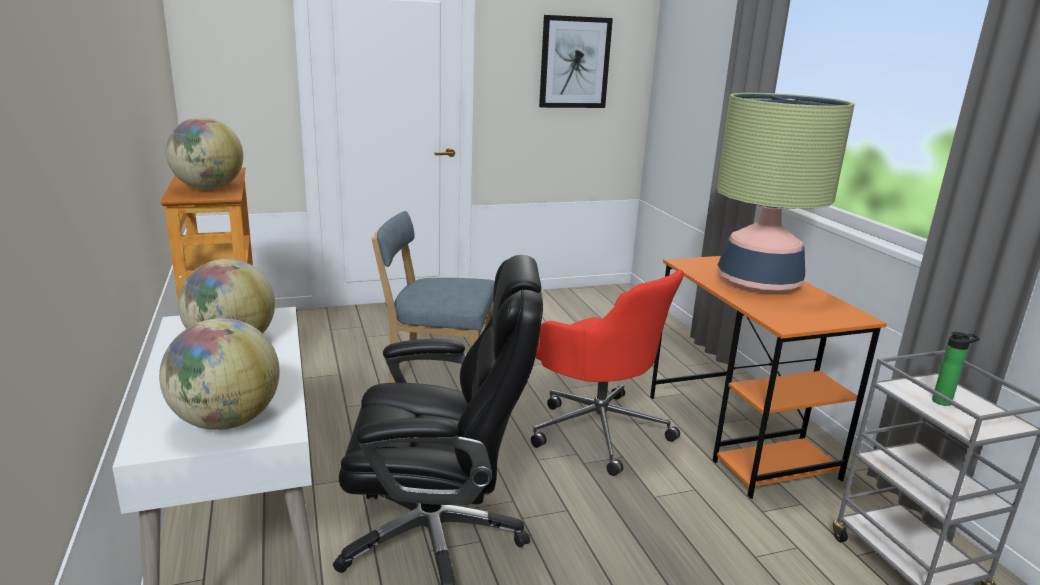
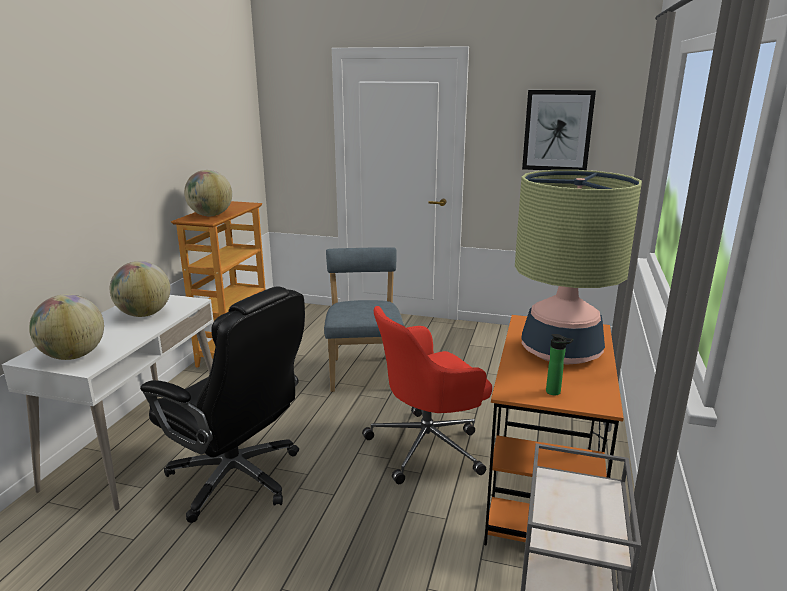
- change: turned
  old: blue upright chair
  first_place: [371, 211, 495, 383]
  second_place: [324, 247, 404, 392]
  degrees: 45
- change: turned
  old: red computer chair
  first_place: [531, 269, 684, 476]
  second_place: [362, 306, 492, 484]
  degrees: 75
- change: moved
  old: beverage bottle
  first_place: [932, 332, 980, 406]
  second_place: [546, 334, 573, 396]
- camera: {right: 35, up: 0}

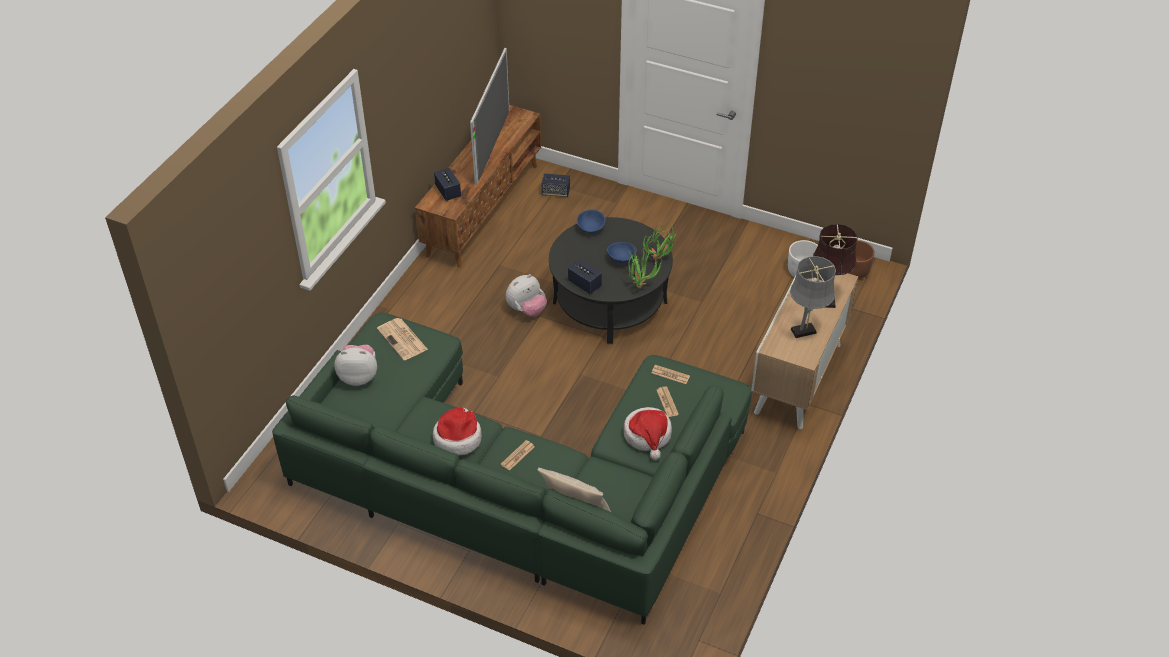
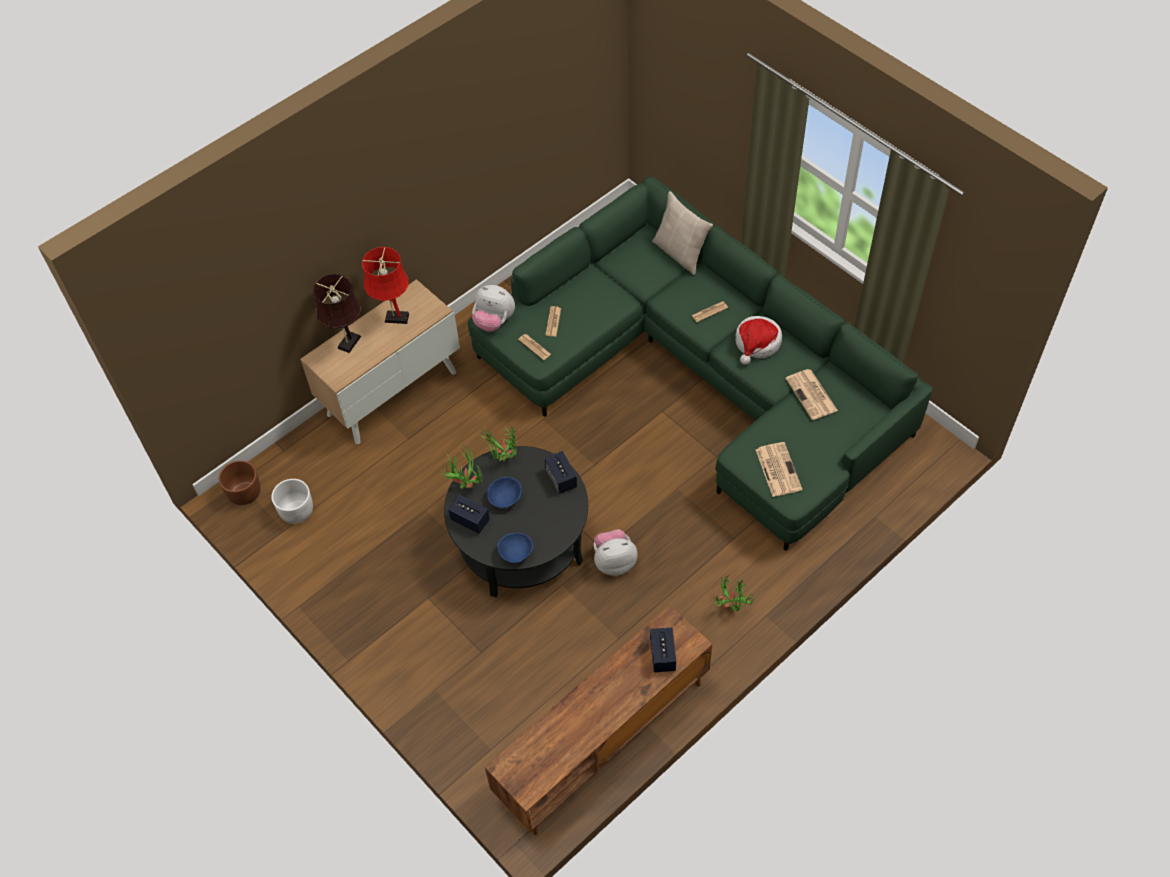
- change: removed
  old: television
  first_place: [470, 48, 509, 185]
- change: moved
  old: speaker
  first_place: [542, 173, 570, 197]
  second_place: [448, 495, 490, 534]
- change: recoloured
  old: greyish lamp for a table
  new: red lamp for a table
  first_place: [790, 256, 836, 338]
  second_place: [362, 247, 409, 324]
- change: moved
  old: soft toy
  first_place: [334, 345, 377, 386]
  second_place: [472, 285, 515, 332]
- change: removed
  old: wearable hat
  first_place: [624, 407, 672, 460]
- change: added
  new: daily paper
  second_place: [785, 369, 838, 420]
- change: added
  new: houseplant
  second_place: [714, 575, 756, 611]
- camera: {right: -155, up: 10}

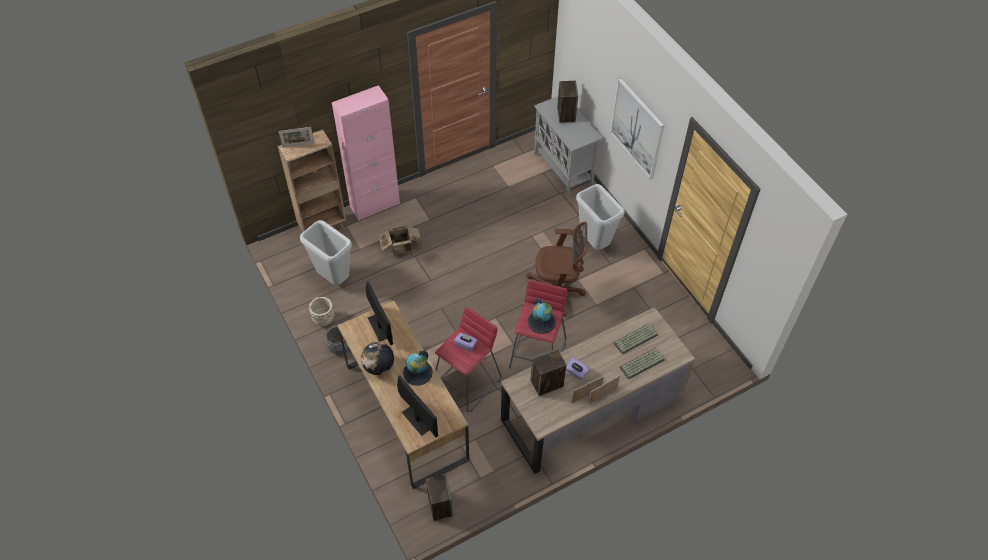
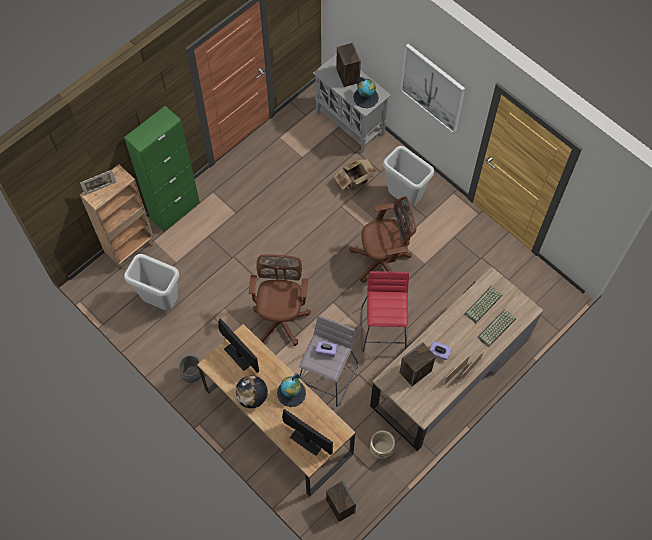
- change: recoloured
  old: pink cabinet
  new: green cabinet
  first_place: [332, 85, 400, 221]
  second_place: [124, 106, 200, 232]
- change: moved
  old: packing box
  first_place: [379, 226, 422, 255]
  second_place: [334, 159, 377, 191]
- change: moved
  old: sand-coloured flower pot
  first_place: [309, 297, 334, 326]
  second_place: [370, 430, 395, 459]
- change: moved
  old: desk globe
  first_place: [528, 299, 556, 334]
  second_place: [353, 77, 379, 108]
- change: recoloured
  old: red stool
  new: greyish stool
  first_place: [435, 306, 502, 412]
  second_place: [299, 315, 358, 407]
- change: added
  new: brown-coloured computer chair
  second_place: [249, 254, 311, 346]
- camera: {right: -15, up: 10}

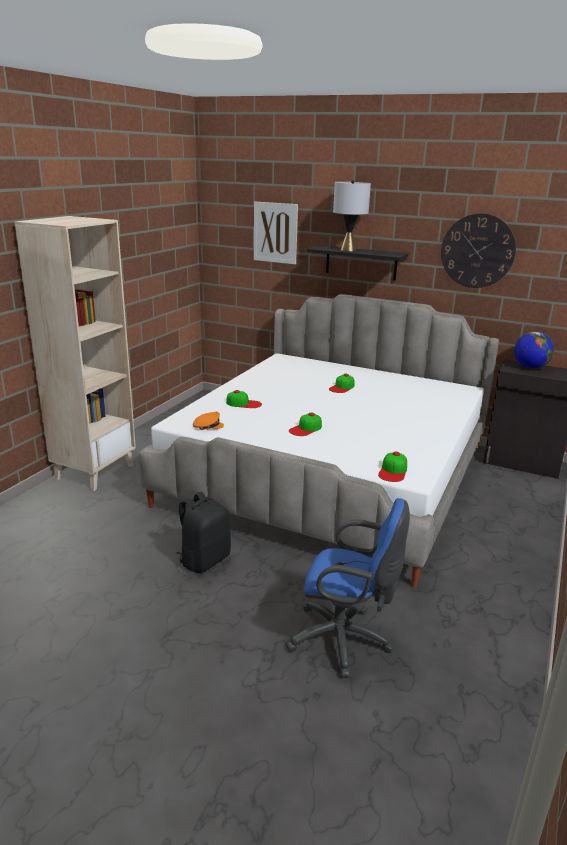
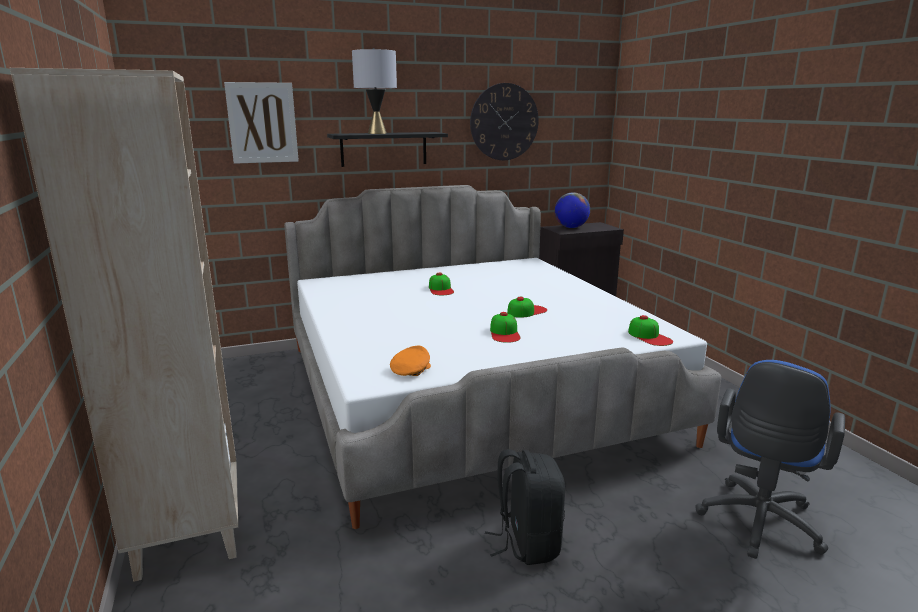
- change: moved
  old: baseball cap
  first_place: [226, 390, 262, 408]
  second_place: [507, 297, 547, 318]
- change: turned
  old: blue computer chair
  first_place: [286, 498, 410, 678]
  second_place: [695, 360, 845, 559]
  degrees: 150
- camera: {right: -45, up: -5}

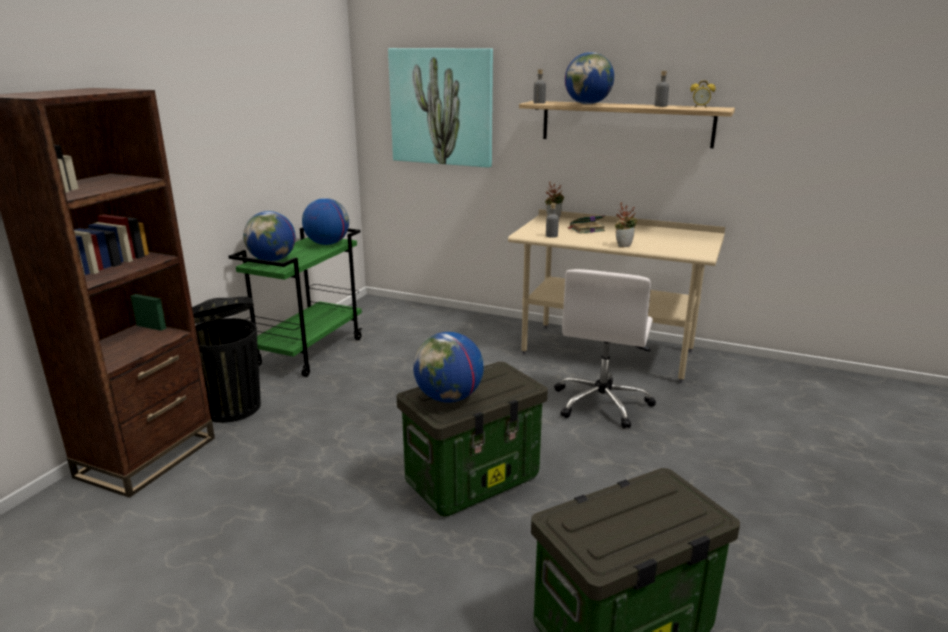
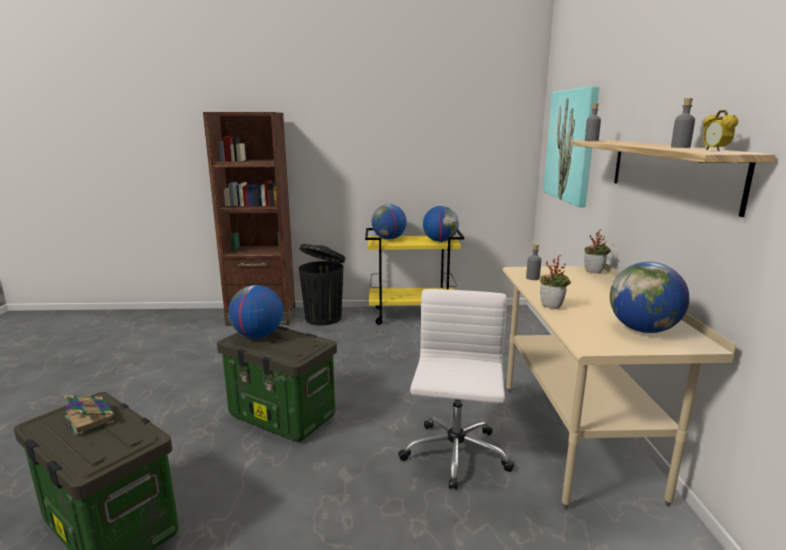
- change: moved
  old: desk globe
  first_place: [565, 52, 614, 104]
  second_place: [610, 262, 689, 333]
- change: moved
  old: book
  first_place: [567, 215, 605, 234]
  second_place: [64, 395, 116, 436]
- change: recoloured
  old: green wheeled cart
  new: yellow-coloured wheeled cart
  first_place: [229, 227, 363, 377]
  second_place: [365, 228, 464, 325]
- change: turned
  old: white computer chair
  first_place: [554, 269, 656, 428]
  second_place: [398, 289, 515, 490]
  degrees: 105
- camera: {right: 65, up: -5}

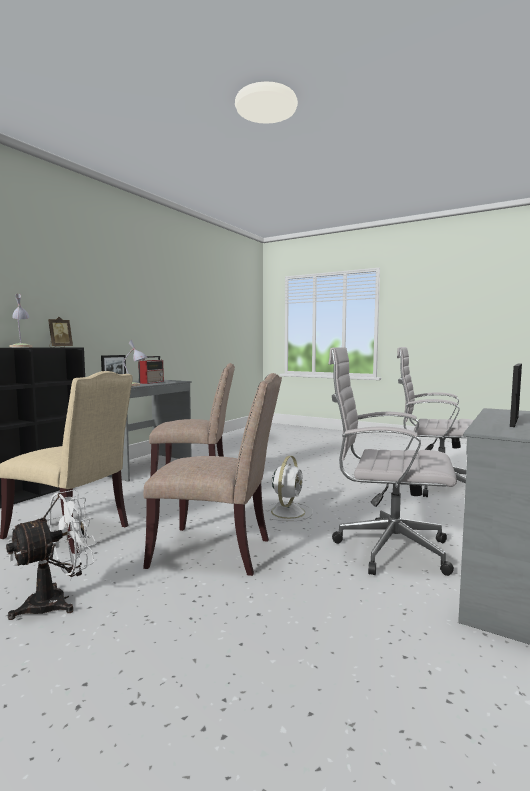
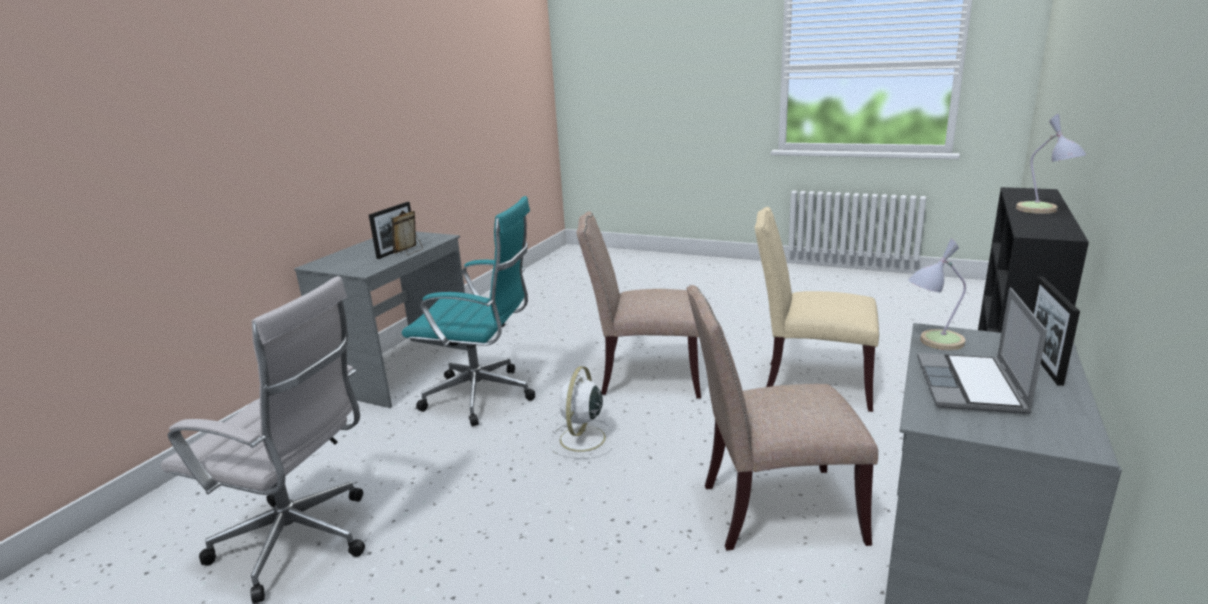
- change: moved
  old: photo frame
  first_place: [48, 317, 73, 346]
  second_place: [391, 210, 423, 255]
- change: recoloured
  old: white computer chair
  new: turquoise computer chair
  first_place: [329, 347, 457, 576]
  second_place: [402, 196, 535, 427]
- change: replaced
  old: radio
  new: laptop
  first_place: [138, 356, 164, 384]
  second_place: [917, 287, 1047, 414]
- change: removed
  old: white electric fan
  first_place: [6, 490, 96, 620]
- camera: {right: 175, up: 15}

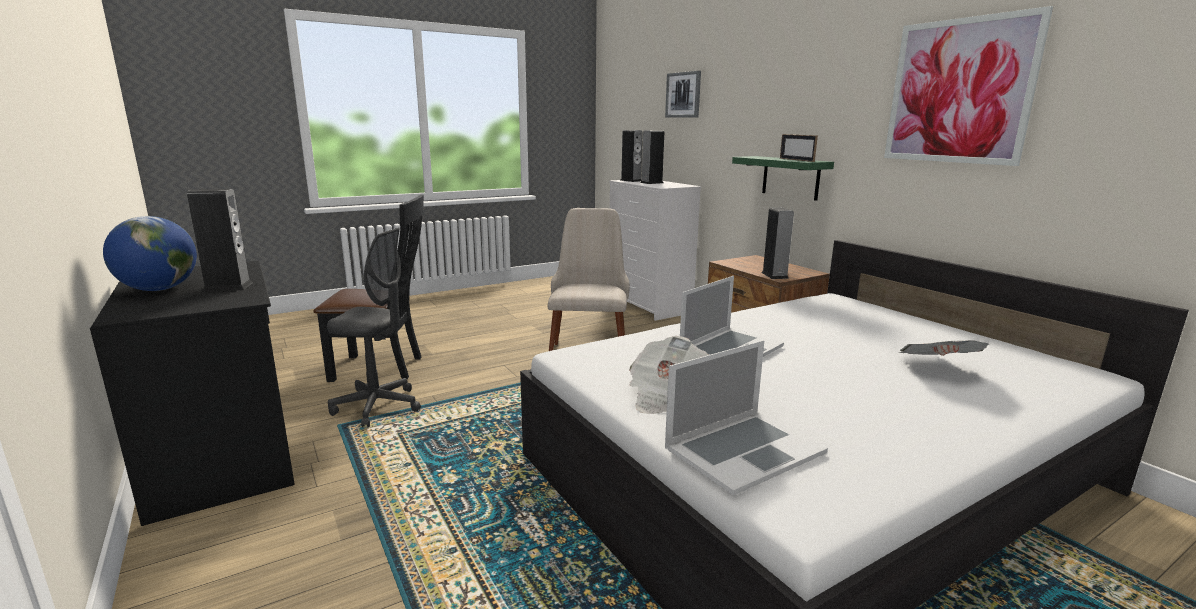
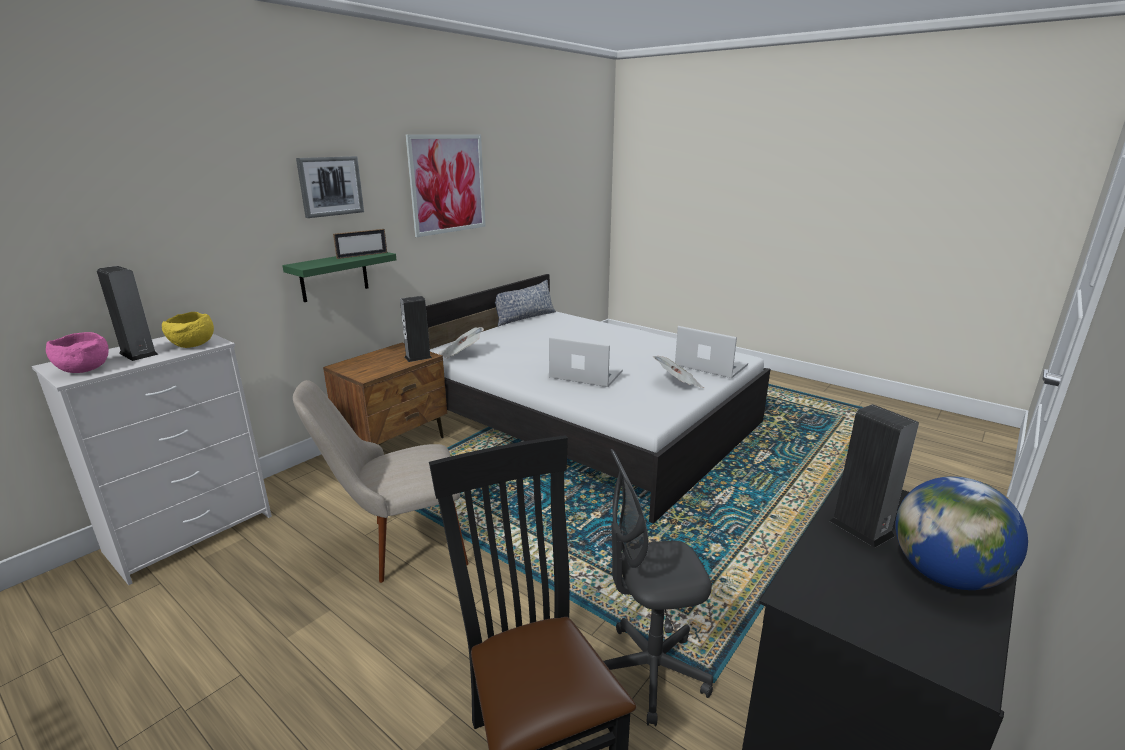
- change: moved
  old: wall picture
  first_place: [665, 71, 701, 118]
  second_place: [296, 156, 364, 218]
- change: replaced
  old: speaker
  new: pink bowl
  first_place: [621, 130, 643, 182]
  second_place: [46, 332, 109, 373]
- change: turned
  old: greyish computer chair
  first_place: [327, 228, 421, 428]
  second_place: [603, 449, 713, 726]
  degrees: -90
- change: moved
  old: daily paper
  first_place: [899, 340, 989, 356]
  second_place: [439, 327, 484, 359]
- change: added
  new: cushion
  second_place: [495, 280, 556, 327]
- change: added
  new: yellow-coloured bowl
  second_place: [162, 312, 214, 348]
- camera: {right: -110, up: 5}

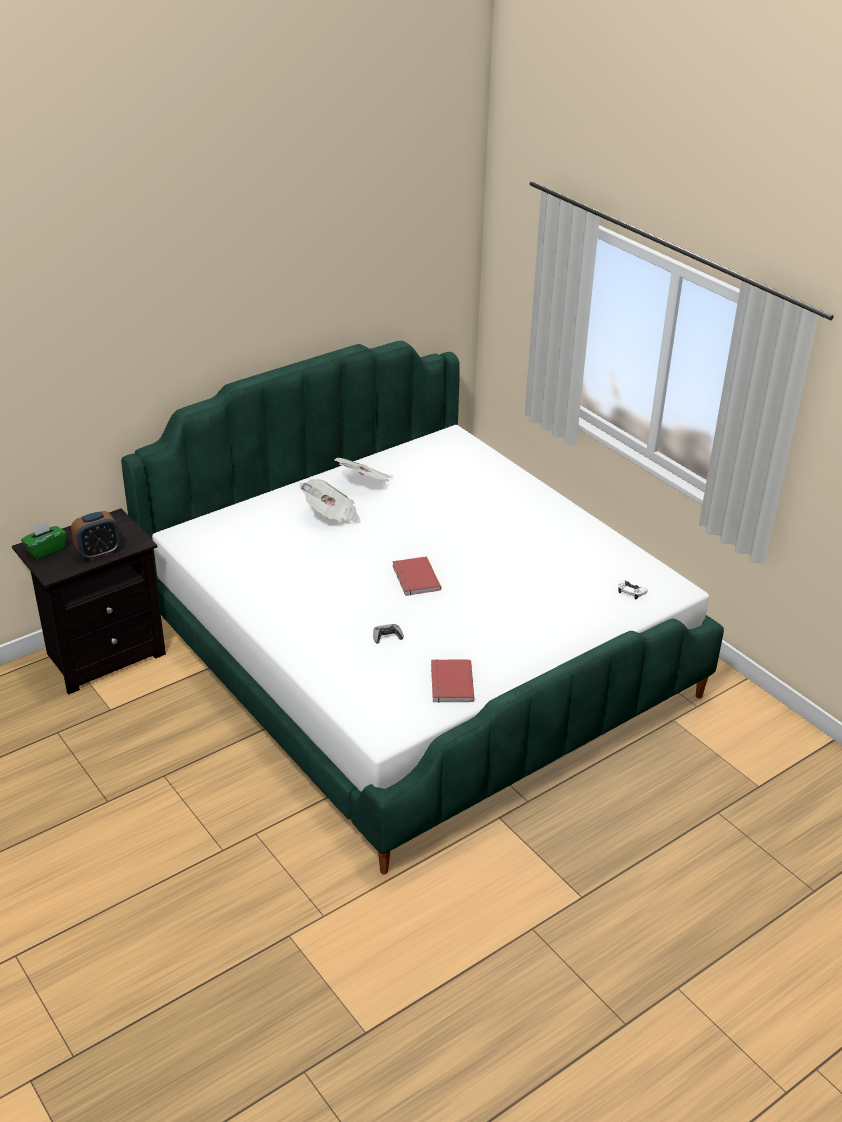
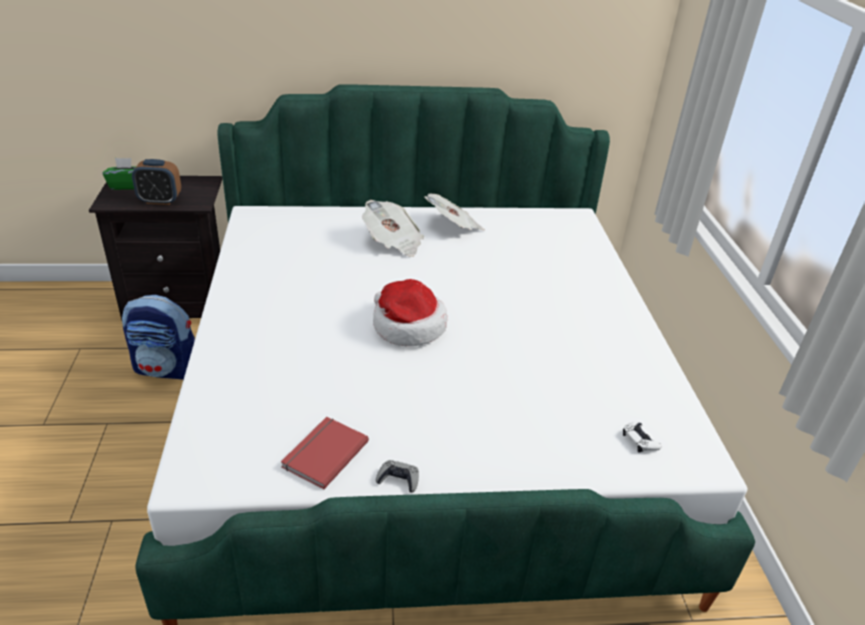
- change: replaced
  old: red book
  new: wearable hat
  first_place: [392, 556, 441, 596]
  second_place: [373, 279, 447, 346]
- change: moved
  old: greyish joypad
  first_place: [373, 624, 404, 644]
  second_place: [376, 460, 419, 493]
- change: added
  new: knapsack
  second_place: [122, 295, 195, 380]
- camera: {right: 30, up: 0}

